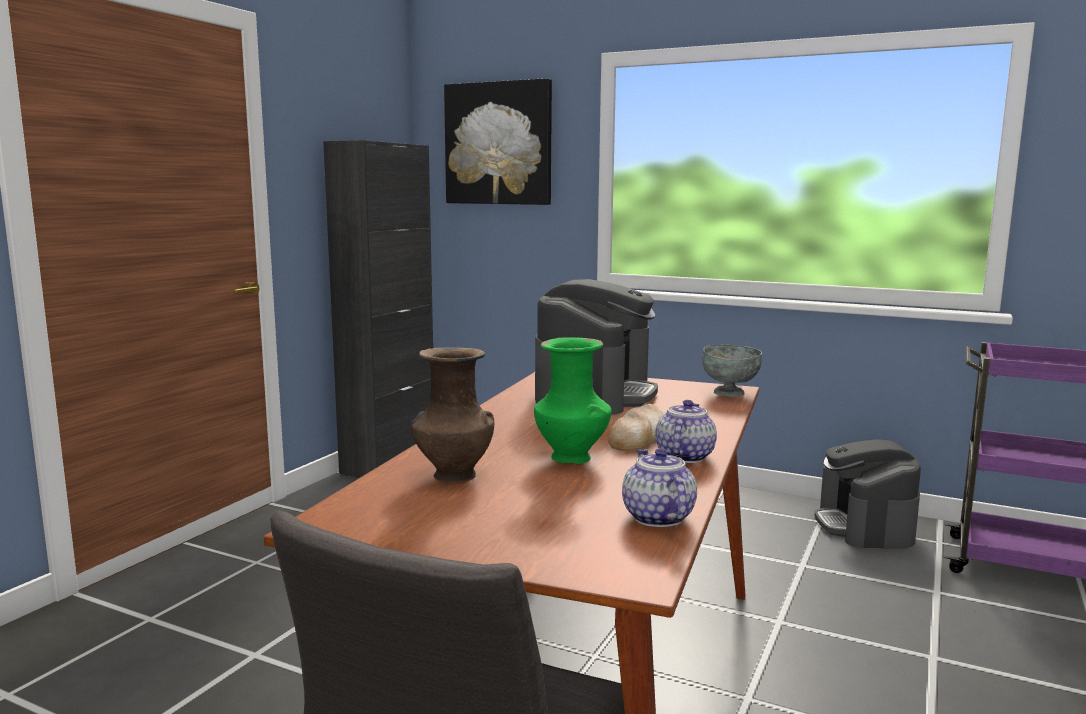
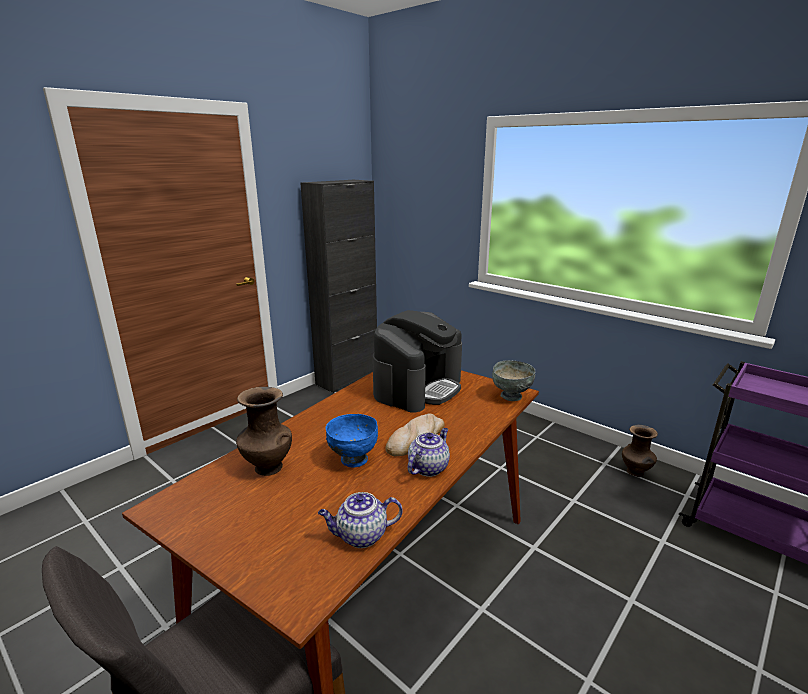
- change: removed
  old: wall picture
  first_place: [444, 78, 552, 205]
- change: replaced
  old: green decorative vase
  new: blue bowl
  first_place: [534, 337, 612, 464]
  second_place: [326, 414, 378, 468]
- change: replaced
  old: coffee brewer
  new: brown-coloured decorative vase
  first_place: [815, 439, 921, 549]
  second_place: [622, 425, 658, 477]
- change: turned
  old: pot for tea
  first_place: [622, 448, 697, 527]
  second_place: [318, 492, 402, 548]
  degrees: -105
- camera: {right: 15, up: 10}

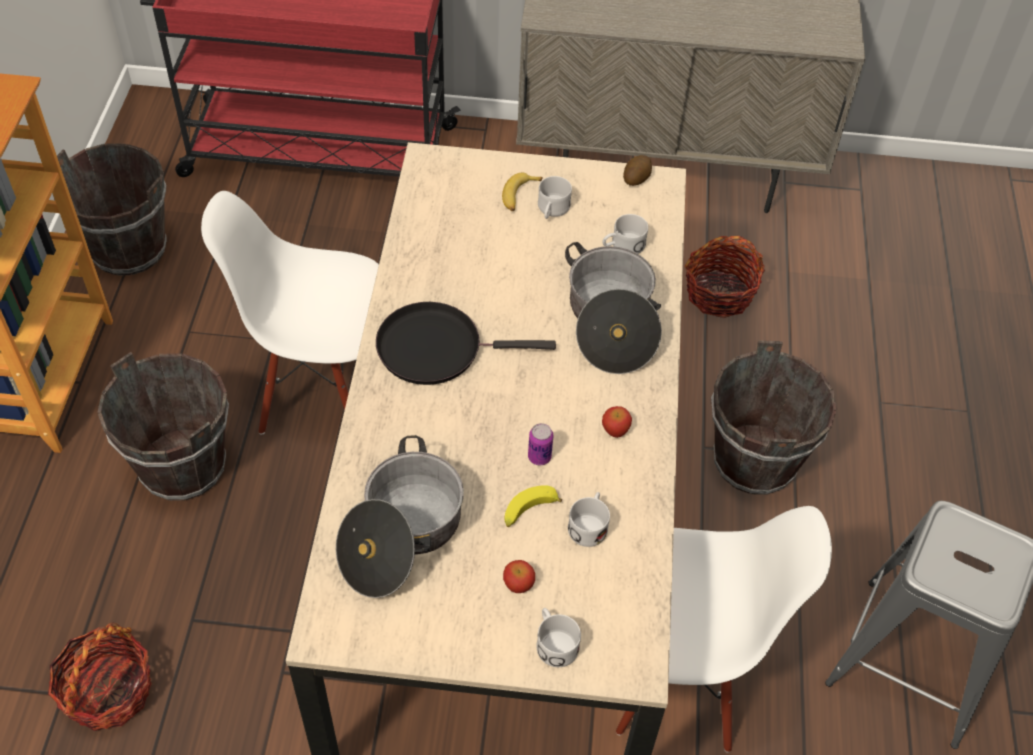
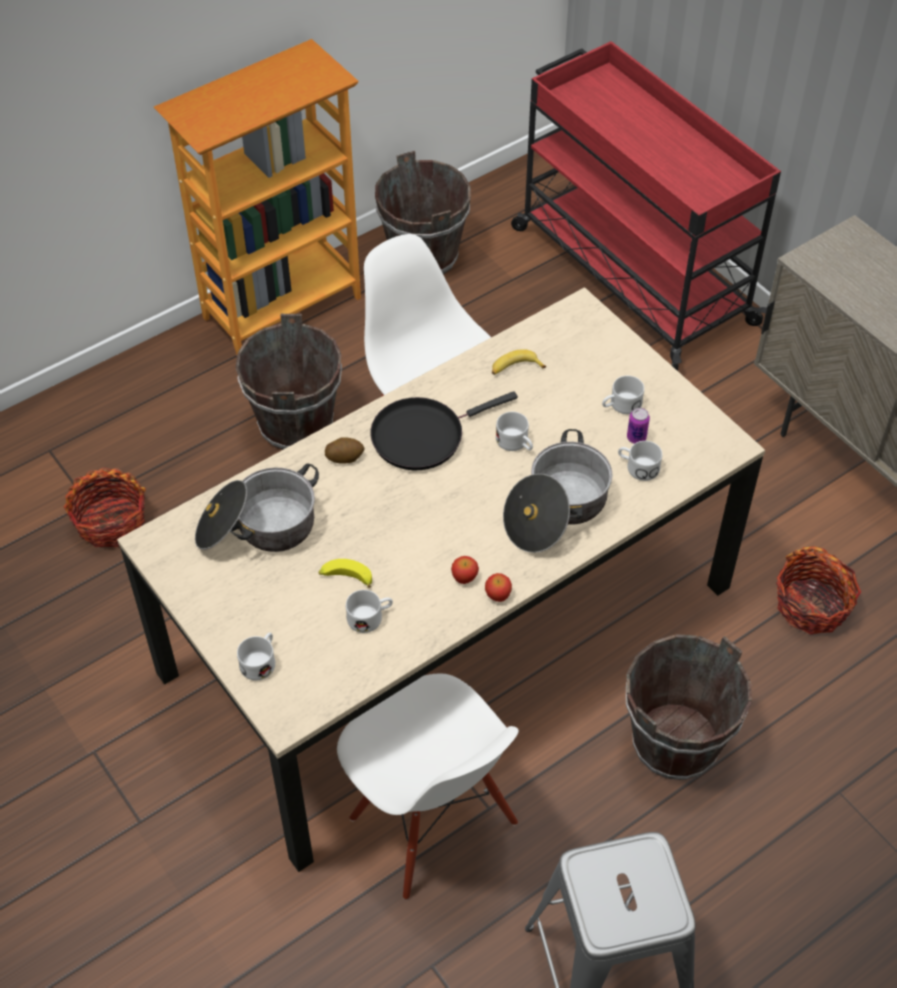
- change: moved
  old: spud
  first_place: [623, 155, 652, 186]
  second_place: [325, 437, 365, 464]
- change: moved
  old: banana
  first_place: [502, 173, 543, 211]
  second_place: [492, 349, 546, 375]
- change: turned
  old: black pan
  first_place: [376, 302, 556, 385]
  second_place: [370, 391, 518, 470]
  degrees: -75
- change: moved
  old: can
  first_place: [528, 423, 553, 465]
  second_place: [627, 407, 650, 444]
- change: moved
  old: apple fruit
  first_place: [503, 560, 535, 593]
  second_place: [485, 573, 512, 602]
- change: added
  new: white coffee mug
  second_place: [496, 412, 533, 451]
- camera: {right: 50, up: 0}

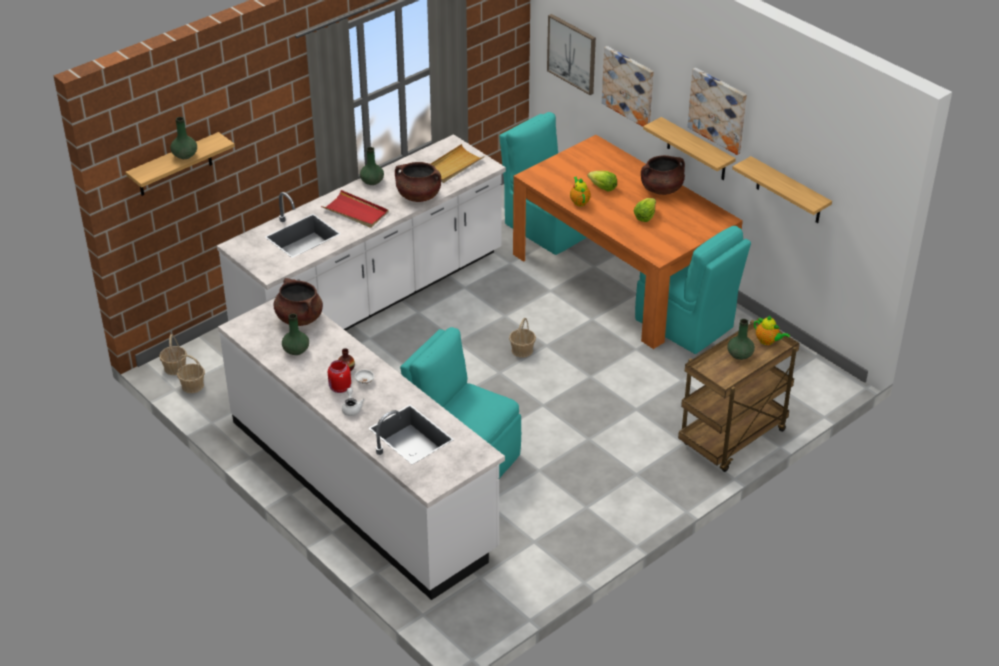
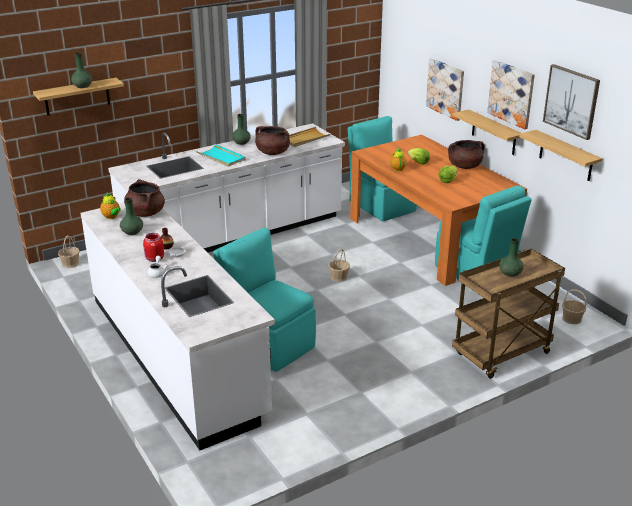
- change: moved
  old: wall picture
  first_place: [547, 14, 596, 95]
  second_place: [543, 64, 600, 140]
- change: recoloured
  old: red carrying tray
  new: turquoise carrying tray
  first_place: [321, 190, 389, 228]
  second_place: [196, 144, 245, 167]
- change: moved
  old: pot for tea
  first_place: [754, 316, 790, 345]
  second_place: [100, 193, 121, 219]
- change: moved
  old: basket
  first_place: [177, 355, 205, 393]
  second_place: [562, 289, 587, 324]
- camera: {right: 10, up: -10}

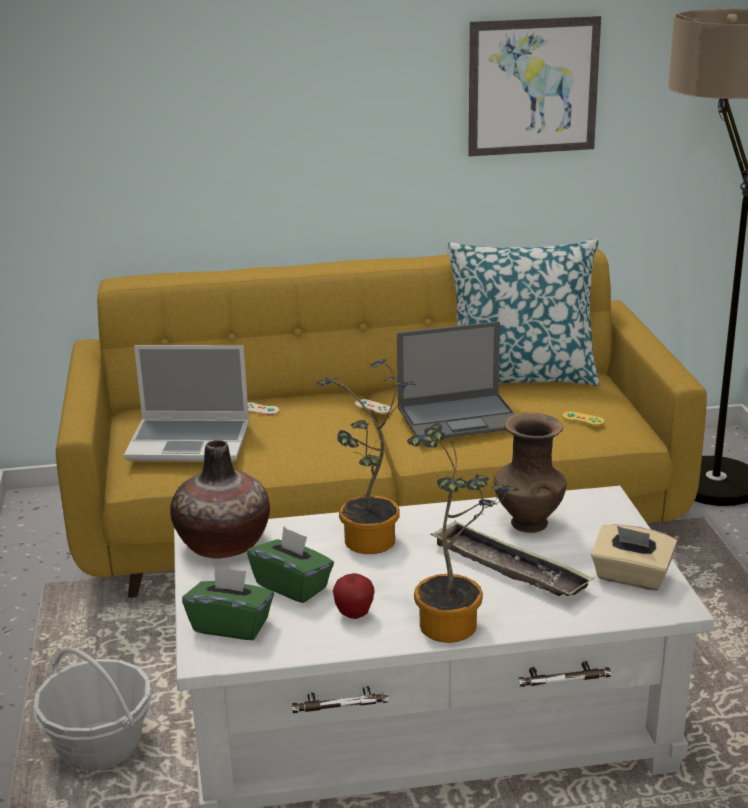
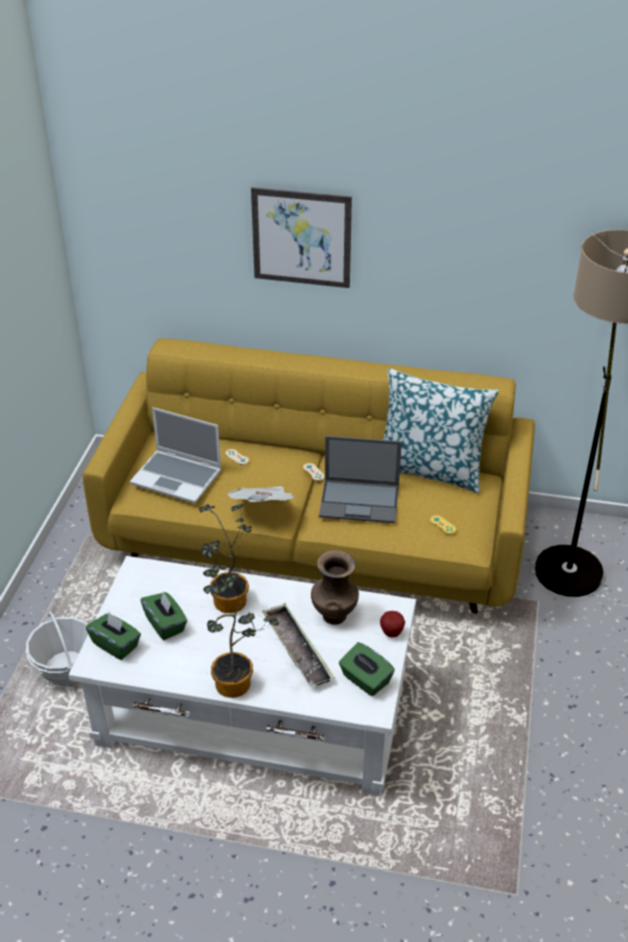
- change: moved
  old: wall picture
  first_place: [468, 16, 601, 156]
  second_place: [251, 187, 352, 288]
- change: removed
  old: decorative vase
  first_place: [170, 440, 270, 559]
- change: recoloured
  old: sand-coloured box of tissues
  new: green box of tissues
  first_place: [591, 524, 677, 591]
  second_place: [339, 642, 395, 696]
- change: moved
  old: apple fruit
  first_place: [333, 573, 375, 619]
  second_place: [380, 611, 405, 638]
- change: added
  new: daily paper
  second_place: [227, 486, 295, 502]
- camera: {right: 20, up: 15}

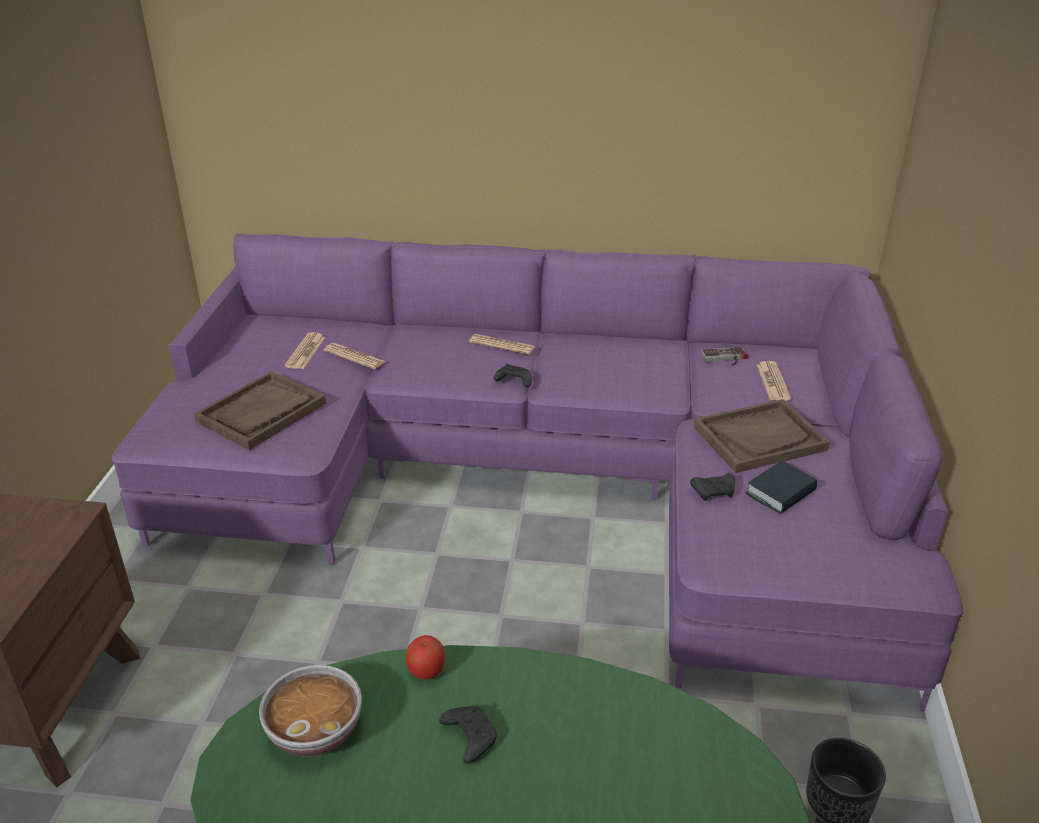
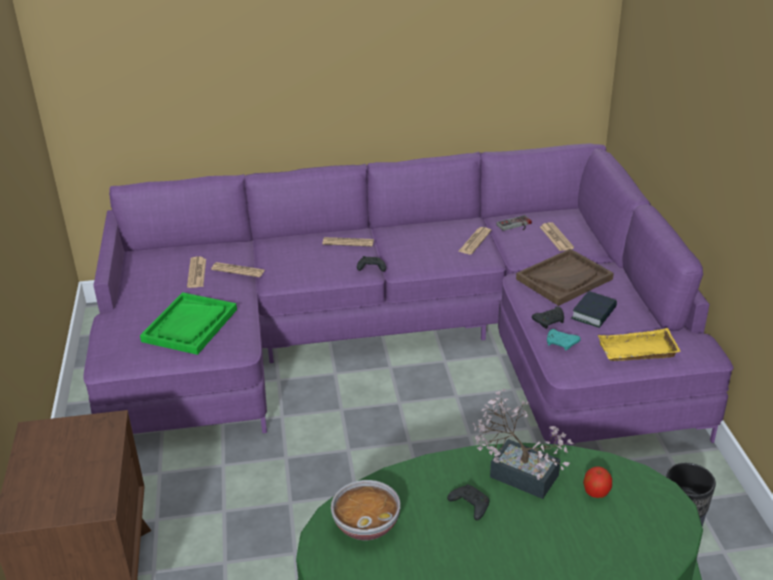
- change: recoloured
  old: brown-coloured carrying tray
  new: green carrying tray
  first_place: [194, 371, 326, 450]
  second_place: [140, 292, 237, 355]
- change: moved
  old: apple fruit
  first_place: [406, 635, 445, 680]
  second_place: [583, 466, 612, 498]
- change: added
  new: daily paper
  second_place: [458, 227, 491, 254]
- change: added
  new: yellow-coloured carrying tray
  second_place: [598, 328, 680, 361]
- change: added
  new: turquoise joypad
  second_place: [547, 329, 581, 351]
- change: added
  new: houseplant
  second_place: [472, 389, 575, 499]
- camera: {right: -15, up: 0}

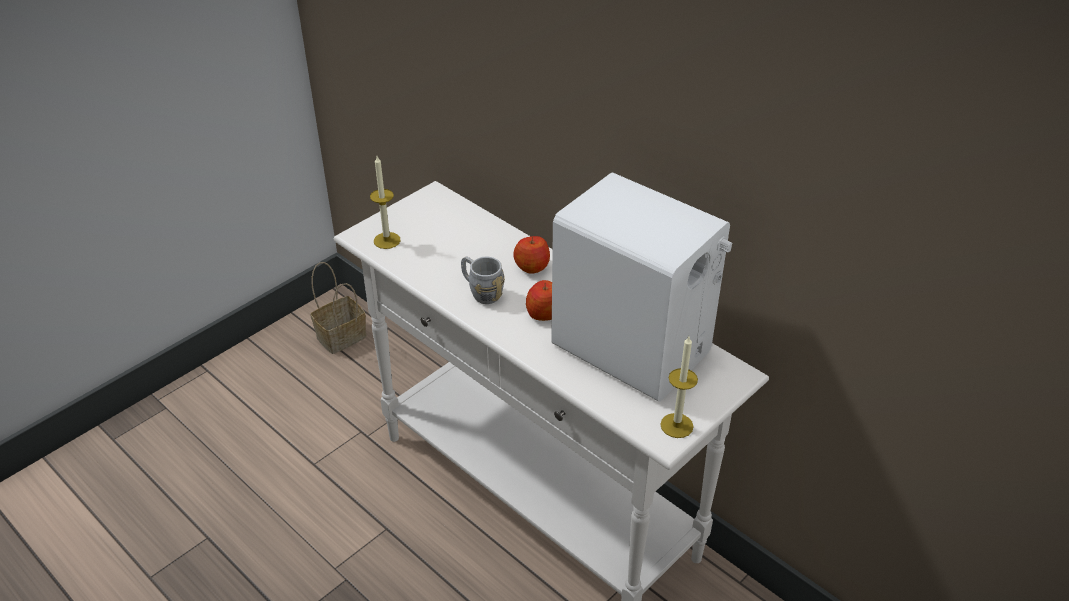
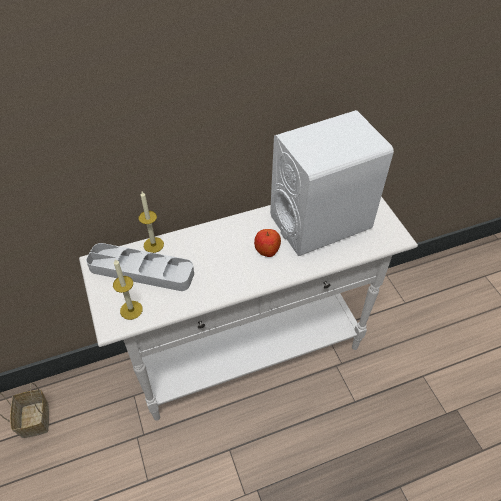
- change: removed
  old: apple fruit
  first_place: [514, 236, 550, 274]
- change: removed
  old: greyish coffee mug
  first_place: [461, 257, 505, 304]
- change: moved
  old: wax light
  first_place: [660, 336, 698, 438]
  second_place: [139, 191, 164, 253]
- change: added
  new: greyish carrying tray
  second_place: [86, 243, 194, 291]
- camera: {right: -65, up: 10}

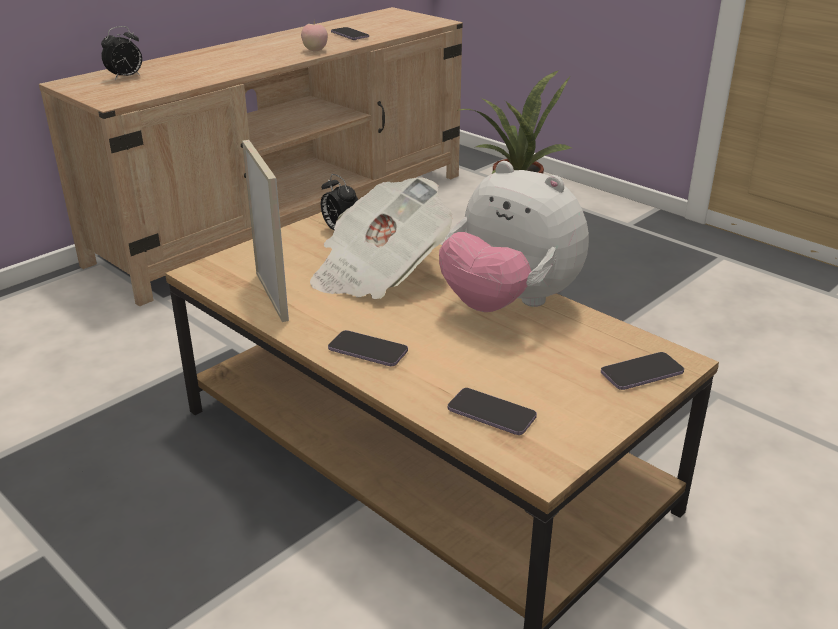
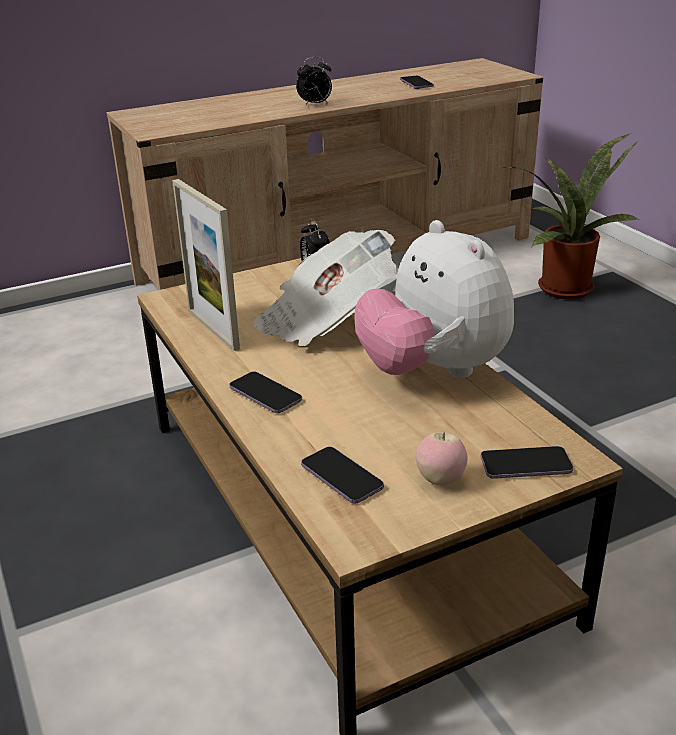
- change: moved
  old: apple fruit
  first_place: [301, 21, 328, 52]
  second_place: [416, 432, 468, 485]
- change: moved
  old: table clock
  first_place: [101, 26, 142, 80]
  second_place: [296, 57, 332, 106]
- change: turned
  old: photo frame
  first_place: [242, 140, 289, 322]
  second_place: [172, 179, 240, 351]
  degrees: 150
- camera: {right: 20, up: 0}

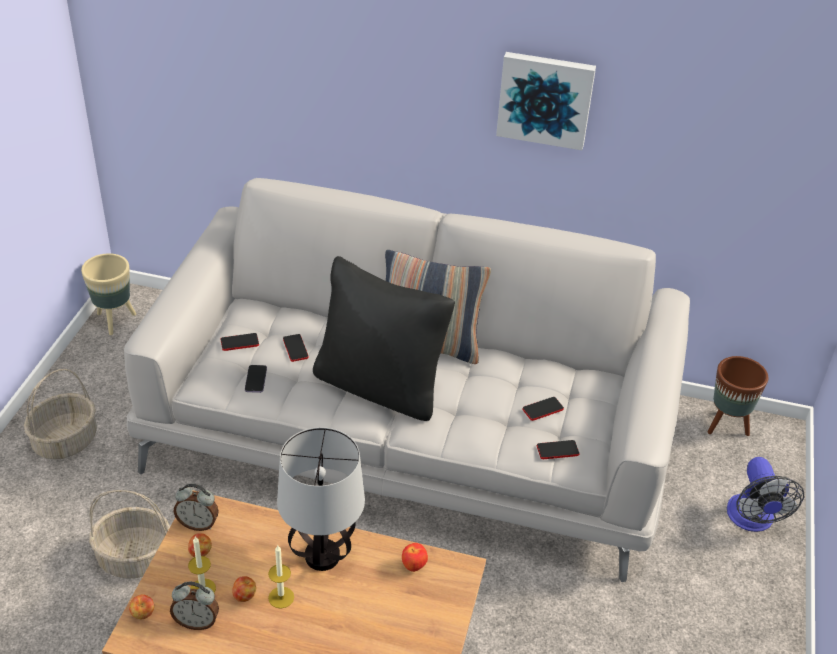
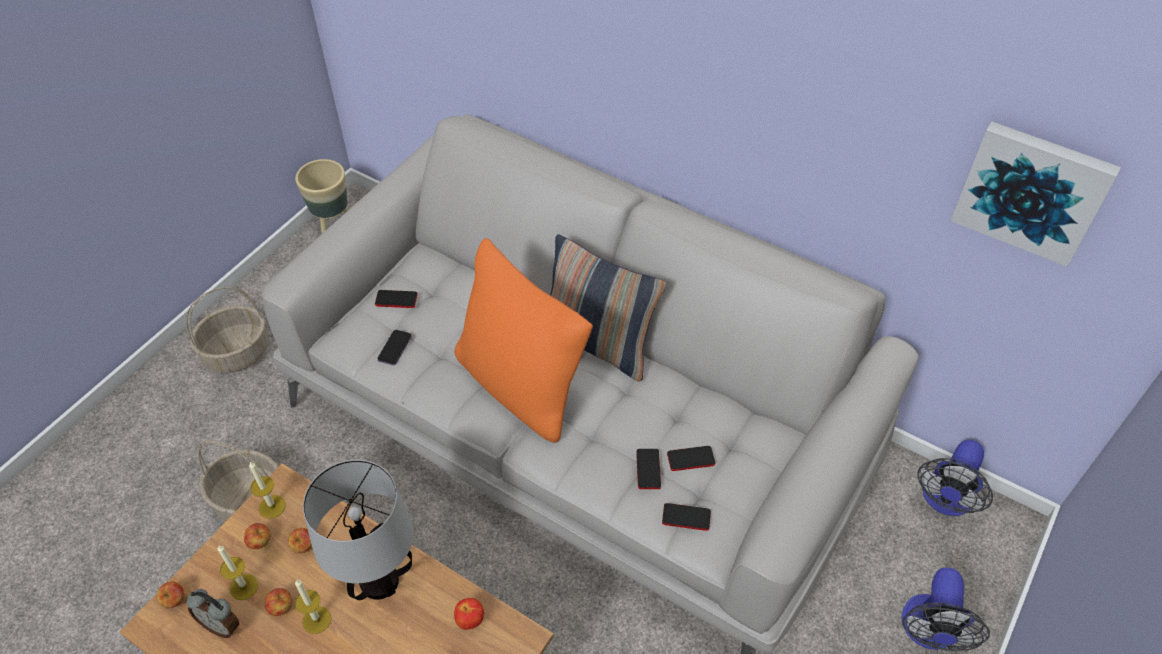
- change: moved
  old: wall picture
  first_place: [496, 52, 596, 150]
  second_place: [950, 122, 1121, 267]
- change: recoloured
  old: black cushion
  new: orange cushion
  first_place: [313, 256, 455, 421]
  second_place: [454, 238, 593, 443]
- change: moved
  old: phone
  first_place: [283, 334, 308, 362]
  second_place: [636, 449, 661, 489]
- change: replaced
  old: brown-coloured flower pot
  new: electric fan
  first_place: [707, 356, 768, 436]
  second_place: [918, 440, 993, 516]
- change: replaced
  old: table clock
  new: wax light
  first_place: [173, 484, 219, 531]
  second_place: [249, 461, 286, 519]
- change: added
  new: apple fruit
  second_place: [288, 528, 312, 554]
- camera: {right: 20, up: 10}

